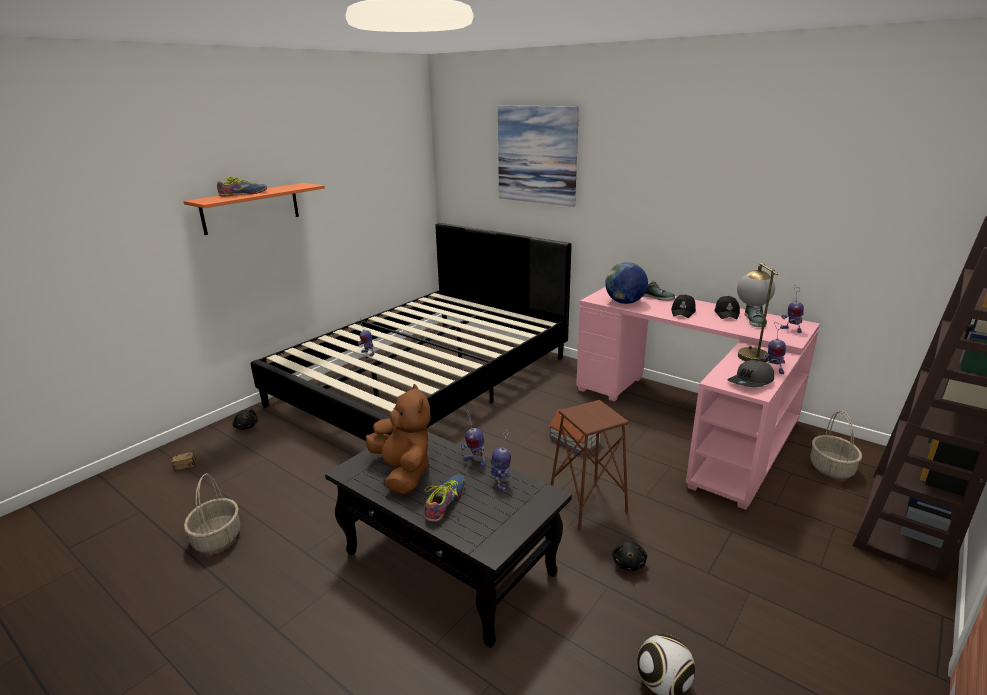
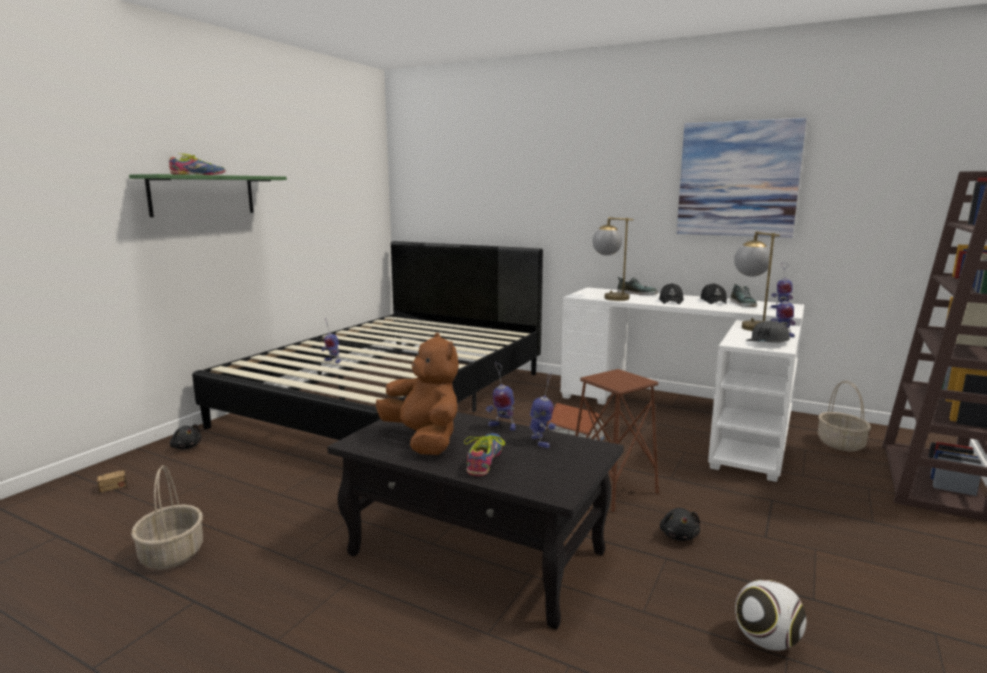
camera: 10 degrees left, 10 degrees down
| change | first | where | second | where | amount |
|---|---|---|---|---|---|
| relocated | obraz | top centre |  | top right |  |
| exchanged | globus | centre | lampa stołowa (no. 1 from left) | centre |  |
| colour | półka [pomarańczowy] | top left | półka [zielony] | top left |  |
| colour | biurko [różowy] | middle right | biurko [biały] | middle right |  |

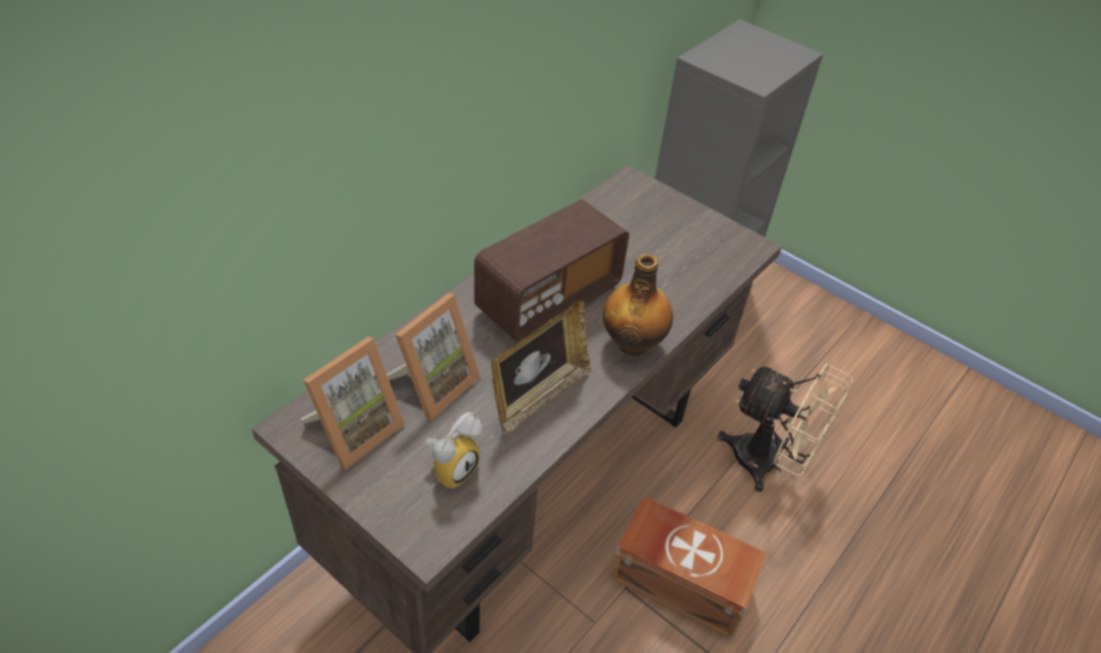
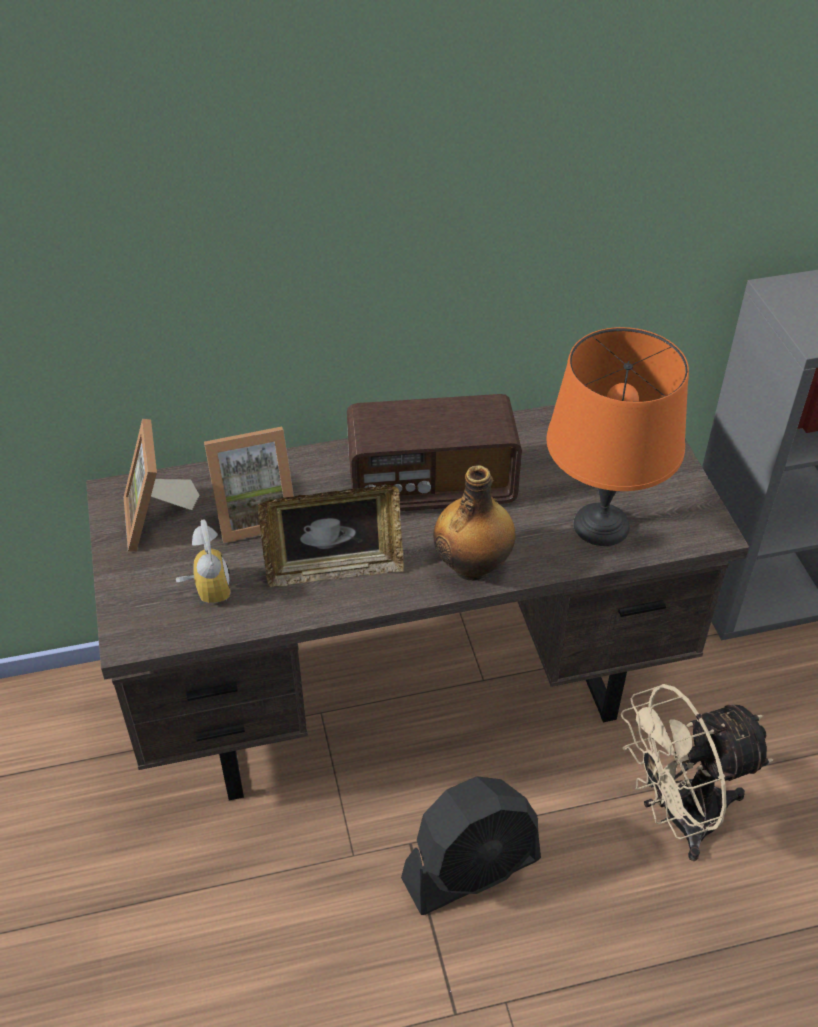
camera: 40 degrees right, 0 degrees up
| change | first | where | second | where | amount |
|---|---|---|---|---|---|
| appeared |  |  | lampa stołowa [pomarańczowy] | middle right |  |
| exchanged | pojemnik do przechowywania [brązowy] | bottom centre | wentylator [czarny] | bottom centre |  |
| spun | ramka na zdjęcie (no. 1 from left) | middle left |  | middle left | 90 degrees clockwise |
| spun | budzik | bottom centre |  | middle left | 90 degrees counterclockwise |
| spun | wentylator [beżowy] | middle right |  | bottom right | 90 degrees clockwise |

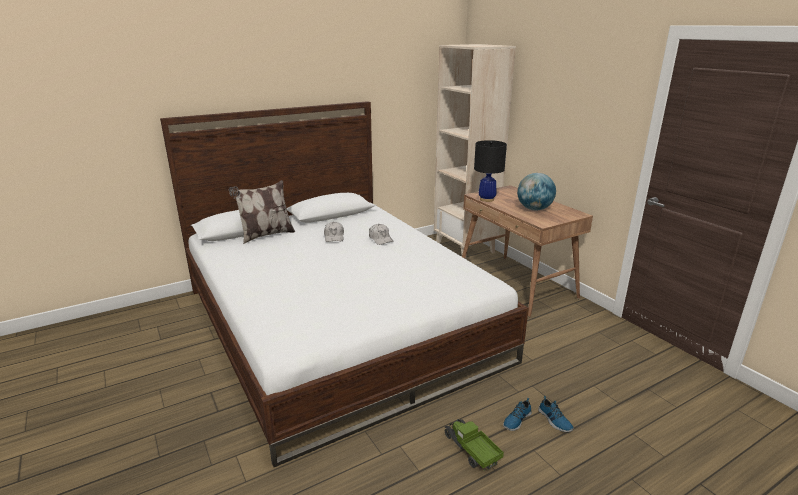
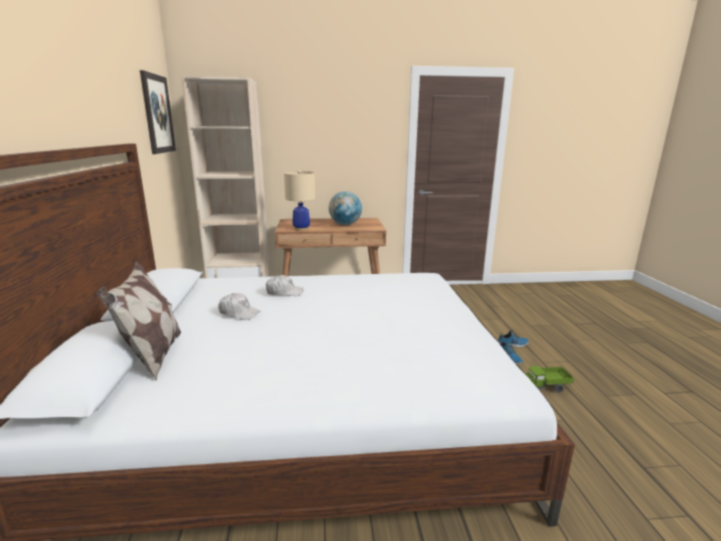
camera: 65 degrees left, 5 degrees down
| change | first | where | second | where | amount |
|---|---|---|---|---|---|
| appeared |  |  | obraz | top left |  |
| colour | lampa stołowa [czarny] | centre | lampa stołowa [beżowy] | centre |  |

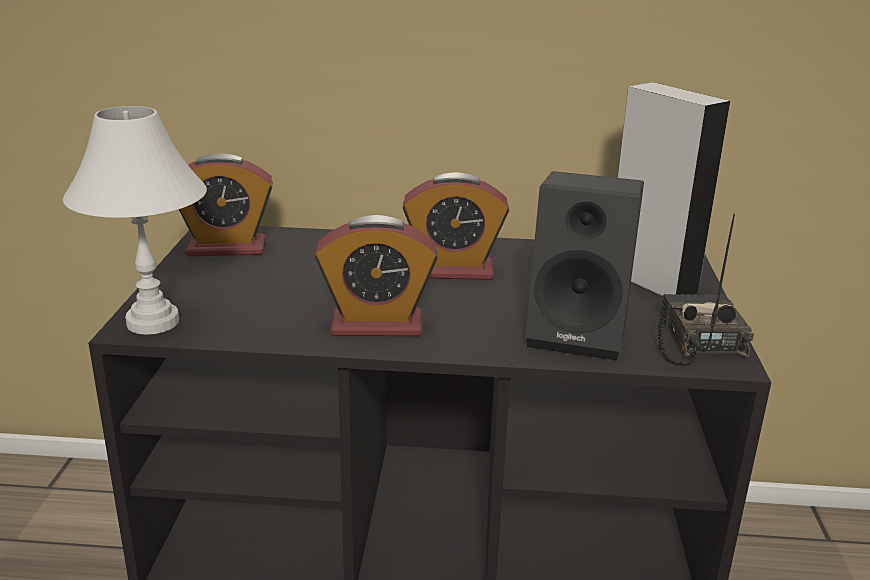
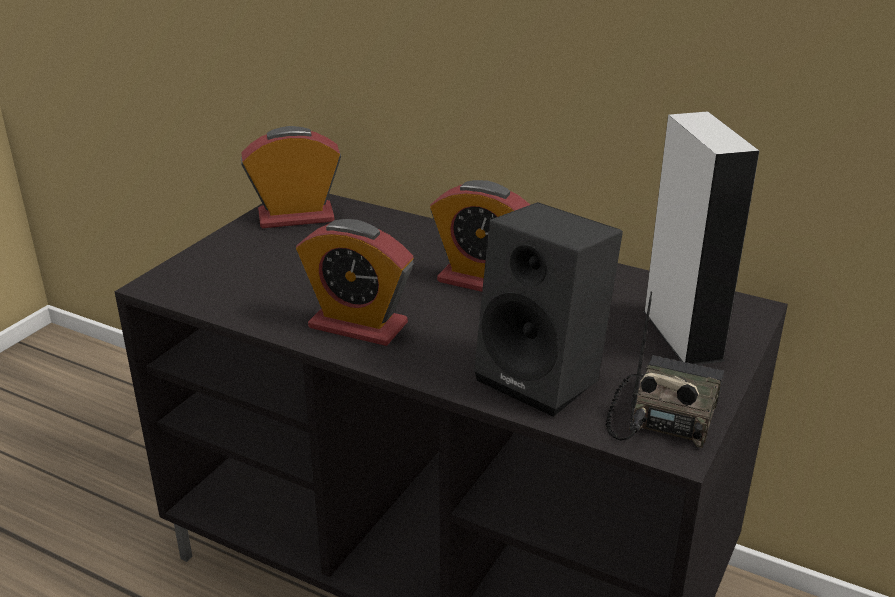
camera: 25 degrees right, 5 degrees up
| change | first | where | second | where | amount |
|---|---|---|---|---|---|
| missing | lampa stołowa [biały] | middle left |  |  |  |
| spun | budzik (no. 1 from left) | middle left |  | top left | 150 degrees clockwise |

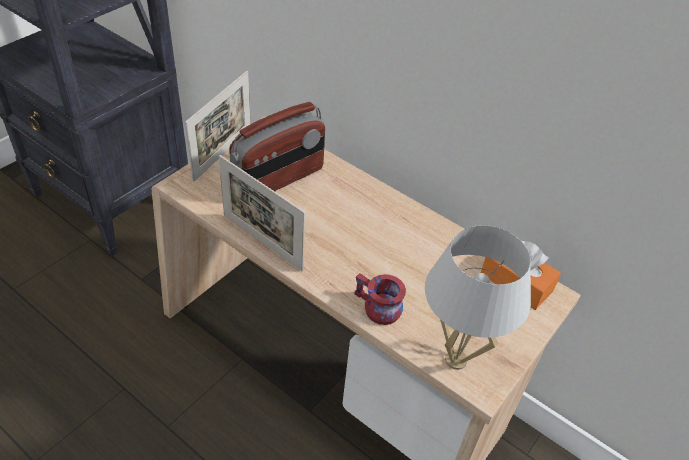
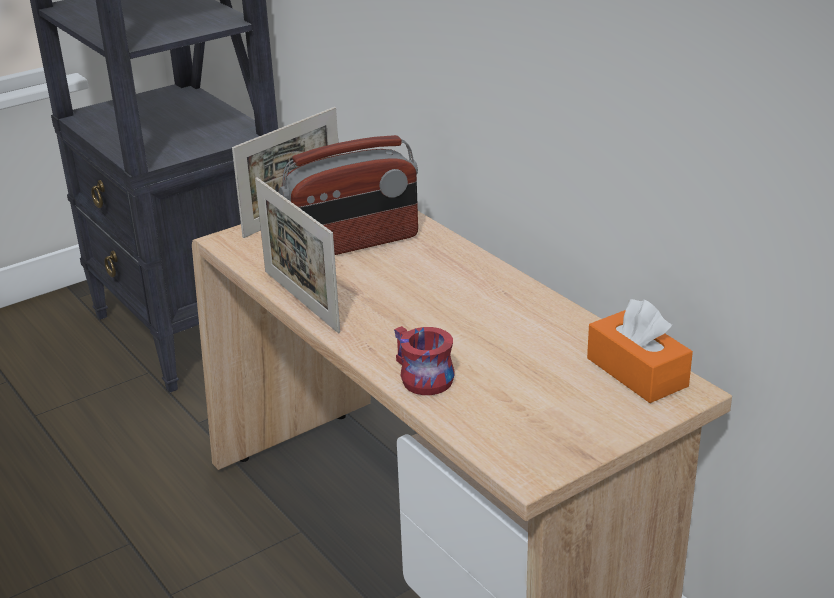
camera: 20 degrees right, 15 degrees down
| change | first | where | second | where | amount |
|---|---|---|---|---|---|
| missing | lampa stołowa [biały] | middle right |  |  |  |

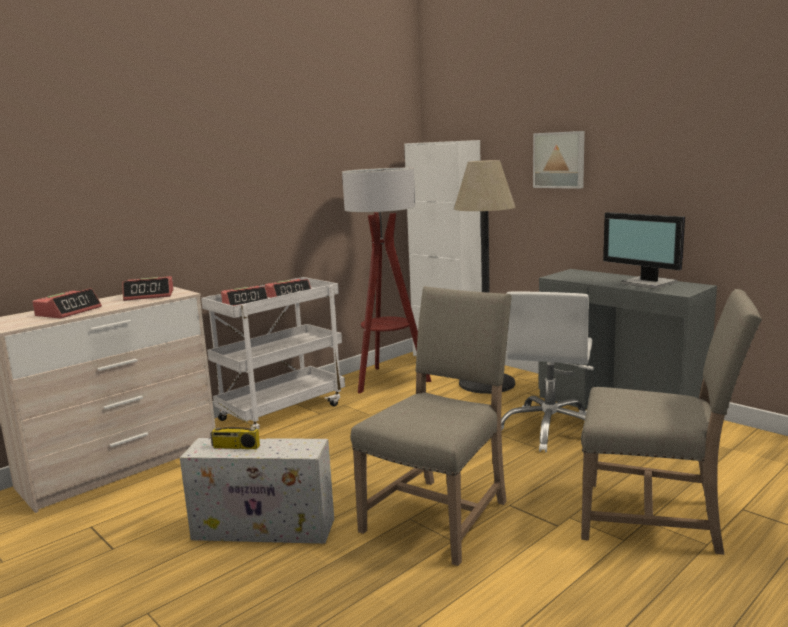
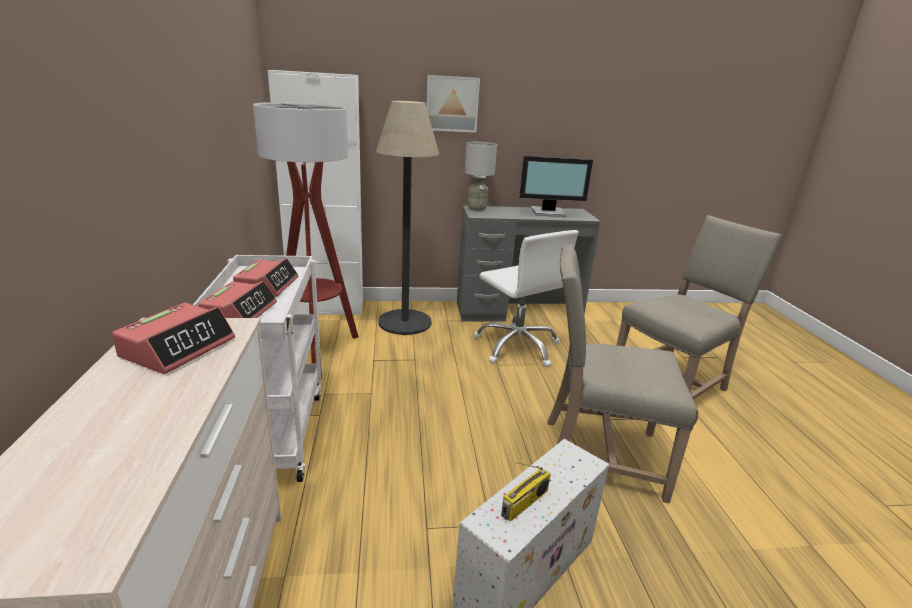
camera: 55 degrees left, 10 degrees up
| change | first | where | second | where | amount |
|---|---|---|---|---|---|
| missing | budzik (no. 1 from left) | middle left |  |  |  |
| appeared |  |  | lampa stołowa [szary] | top centre |  |
| spun | krzesło [beżowy] (no. 1 from left) | bottom centre |  | middle right | 60 degrees counterclockwise |

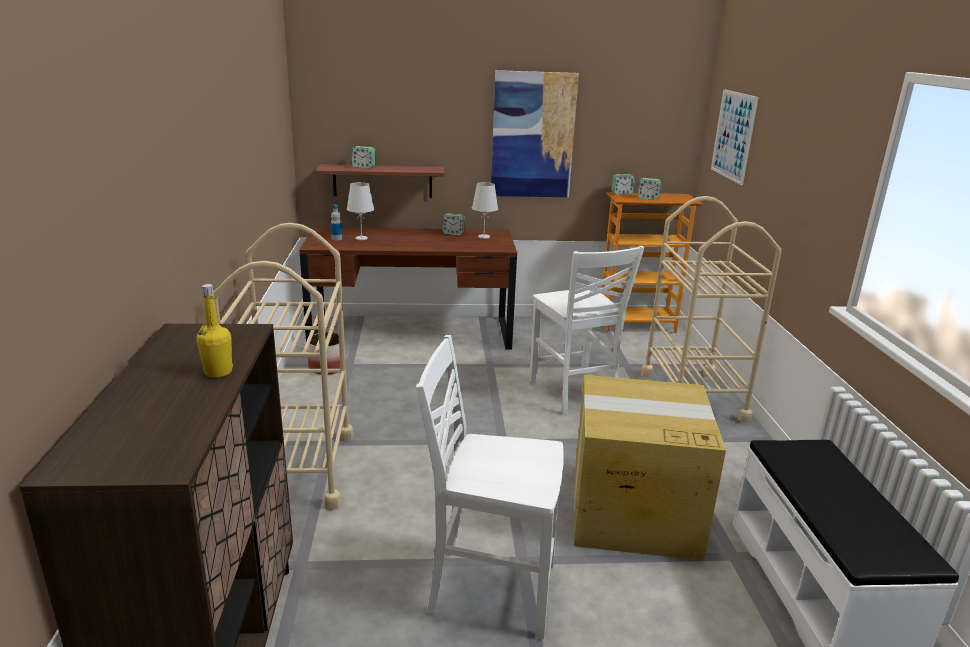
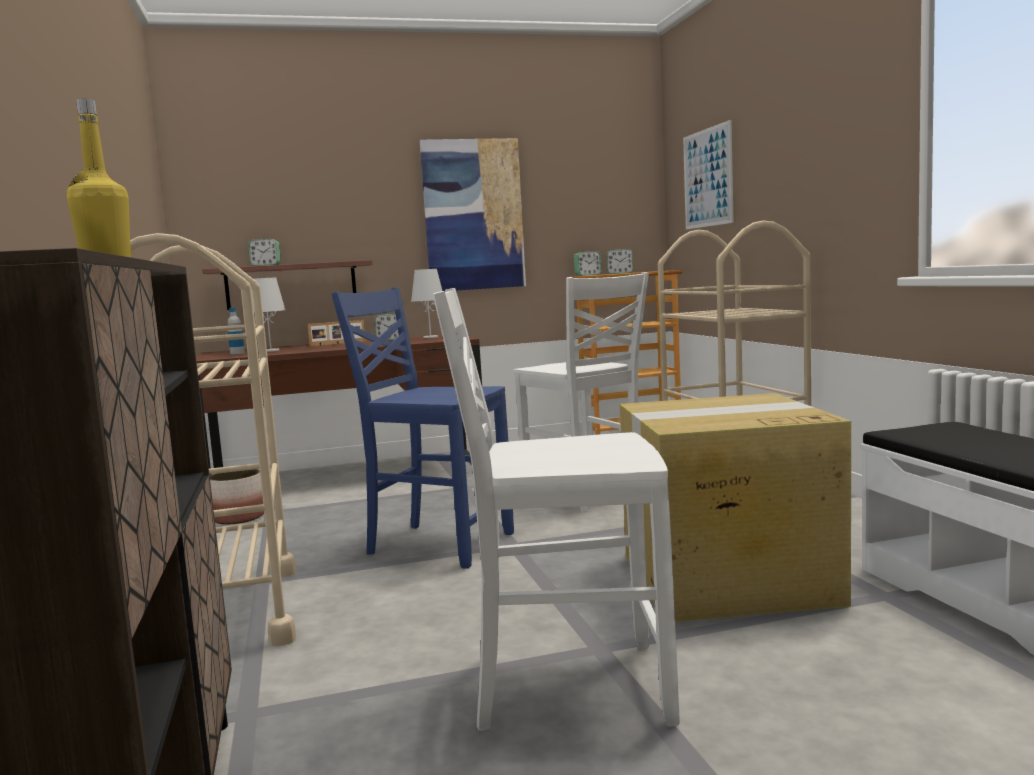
camera: 10 degrees left, 15 degrees down
| change | first | where | second | where | amount |
|---|---|---|---|---|---|
| appeared |  |  | ramka na zdjęcie | middle left |  |
| appeared |  |  | krzesło [niebieski] | centre |  |

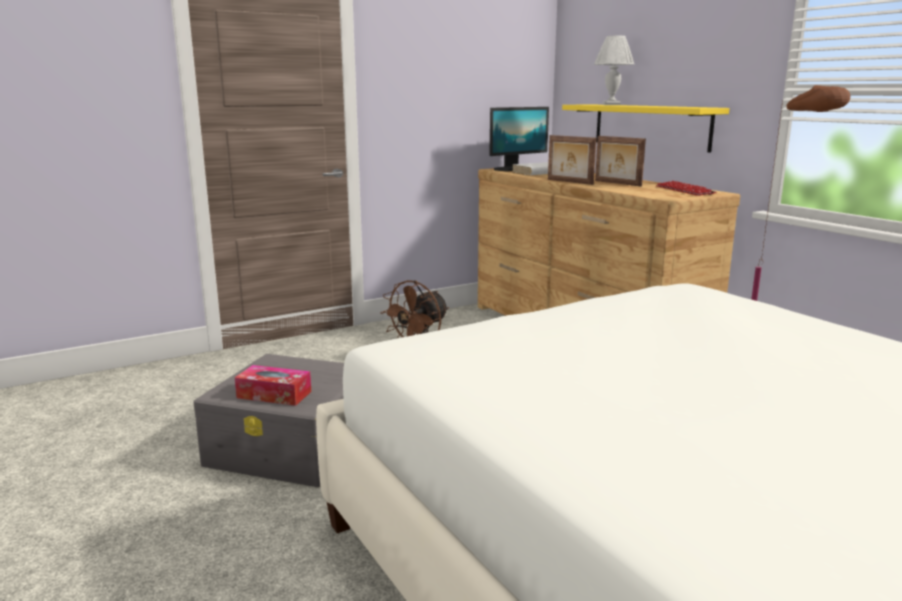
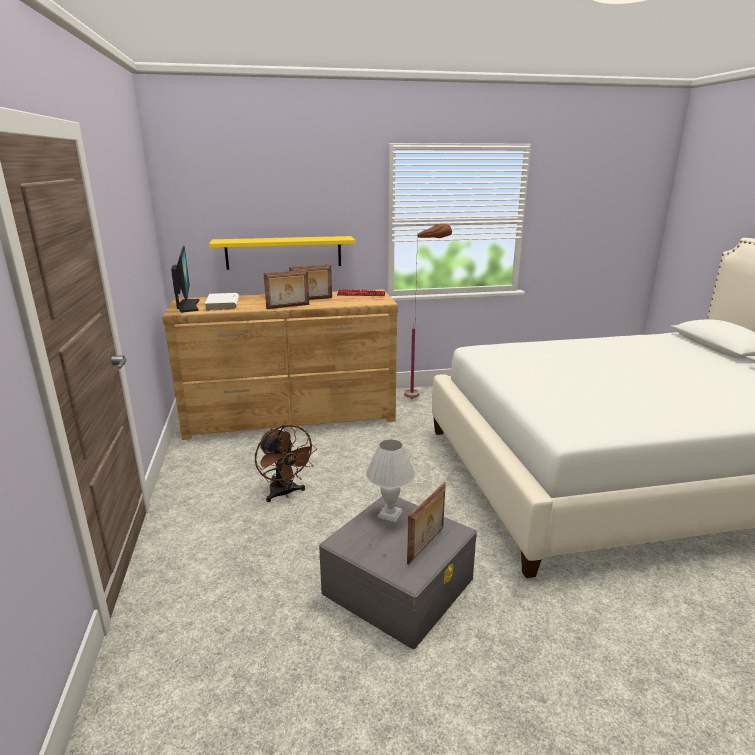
camera: 70 degrees left, 5 degrees up
| change | first | where | second | where | amount |
|---|---|---|---|---|---|
| relocated | lampa stołowa [biały] | top right |  | centre |  |
| exchanged | pudełko chusteczek | middle left | ramka na zdjęcie (no. 3 from left) | bottom centre |  |

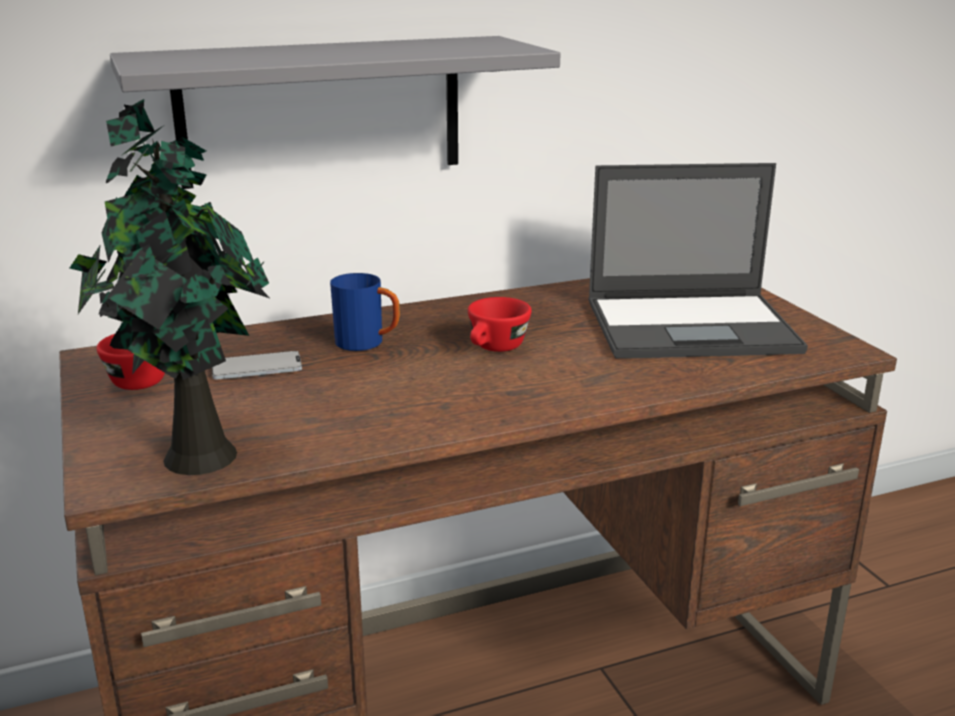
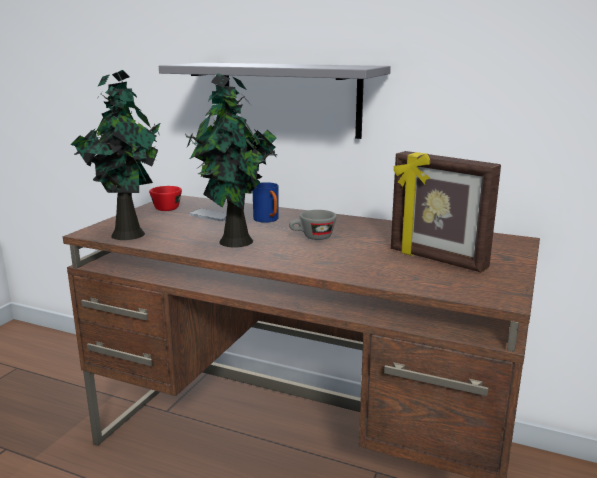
camera: 45 degrees right, 5 degrees down
| change | first | where | second | where | amount |
|---|---|---|---|---|---|
| appeared |  |  | roślina doniczkowa (no. 2 from left) | centre |  |
| exchanged | laptop | middle right | ramka na zdjęcie | middle right |  |
| colour | filiżanka [czerwony] (no. 2 from left) | centre | filiżanka [szary] | centre |  |

